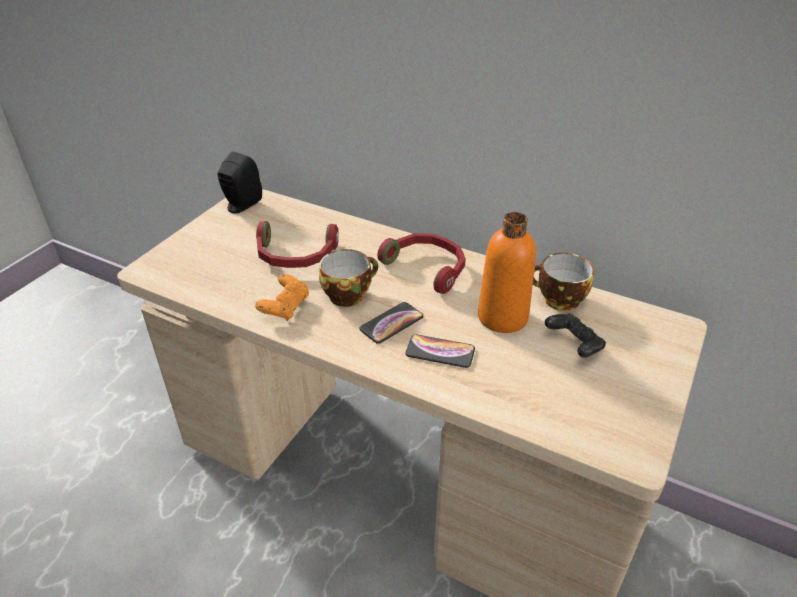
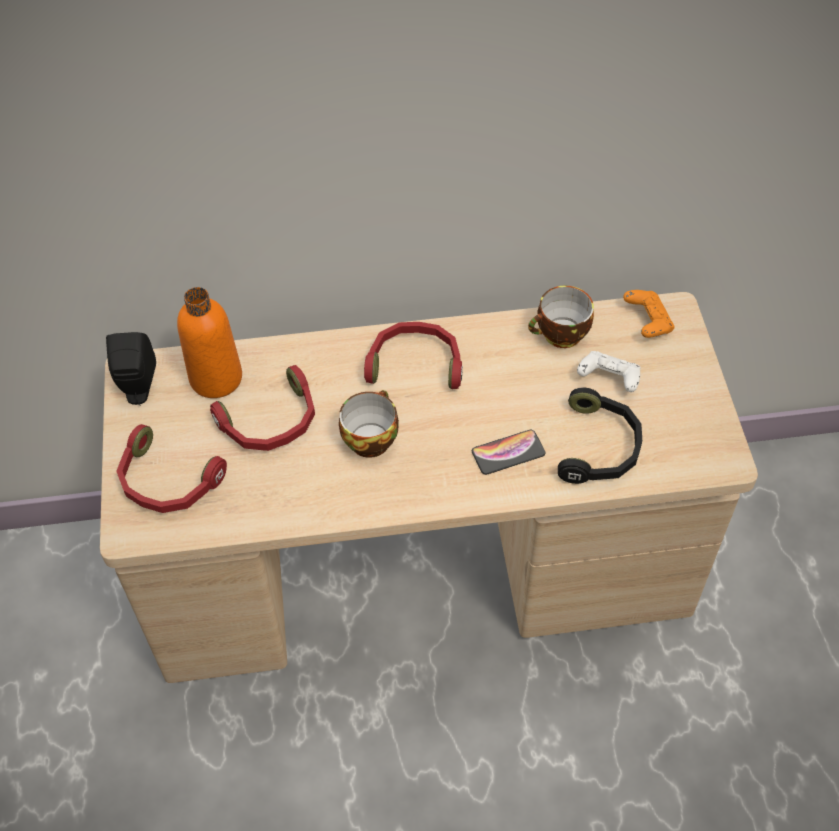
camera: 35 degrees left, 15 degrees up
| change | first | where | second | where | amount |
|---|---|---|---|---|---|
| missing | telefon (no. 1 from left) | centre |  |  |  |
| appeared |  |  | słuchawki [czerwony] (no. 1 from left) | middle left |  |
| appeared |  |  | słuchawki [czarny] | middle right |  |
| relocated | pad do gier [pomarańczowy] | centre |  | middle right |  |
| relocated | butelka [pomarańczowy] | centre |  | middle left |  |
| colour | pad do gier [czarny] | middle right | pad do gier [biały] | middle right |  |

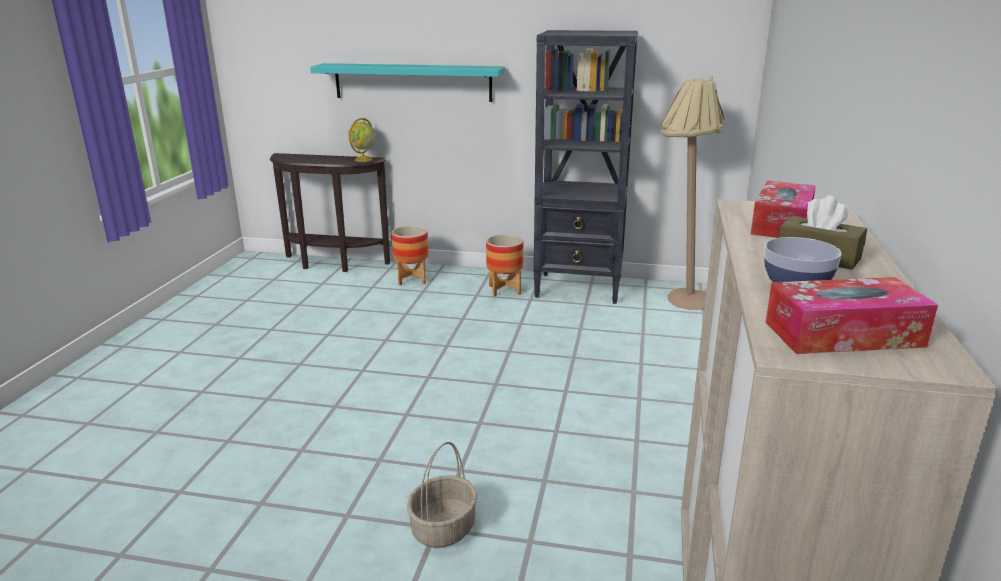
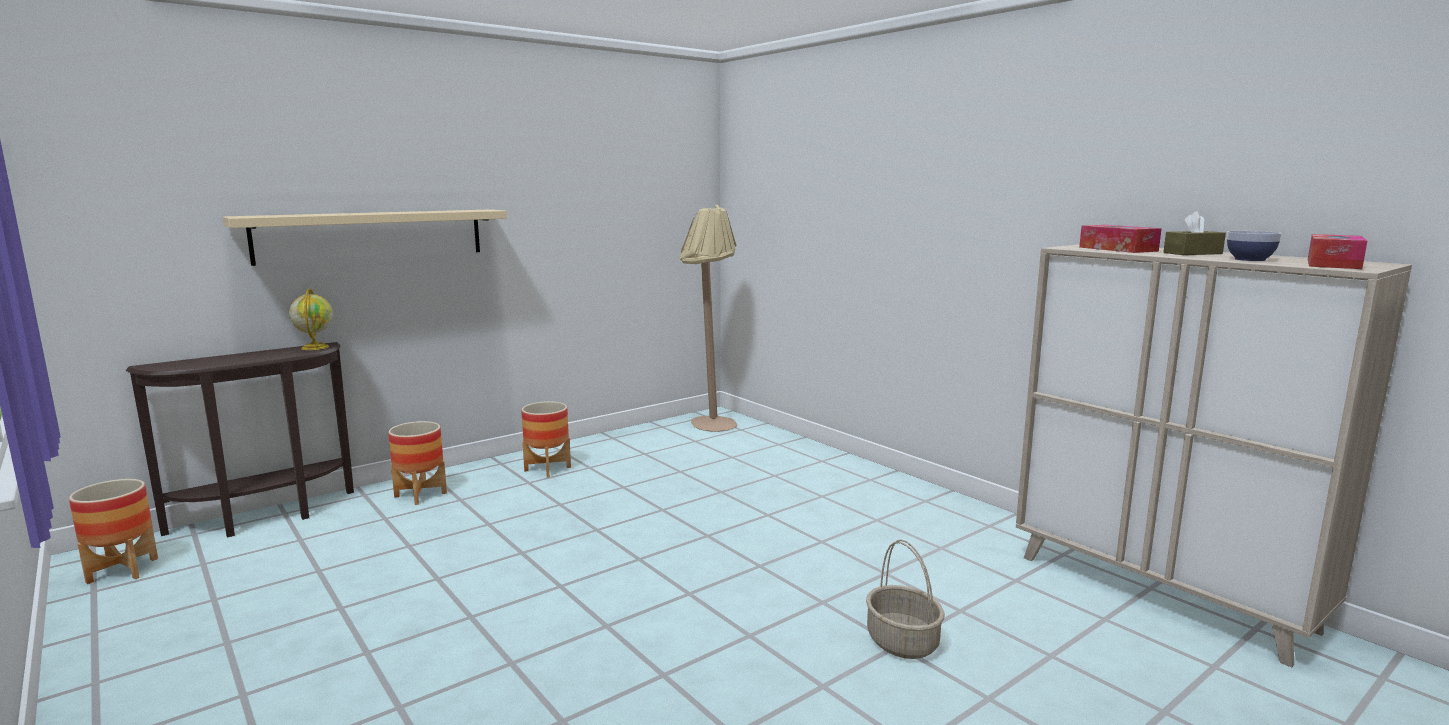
camera: 50 degrees left, 10 degrees down
| change | first | where | second | where | amount |
|---|---|---|---|---|---|
| missing | regał [czarny] | top centre |  |  |  |
| appeared |  |  | donica (no. 1 from left) | bottom left |  |
| colour | półka [turkusowy] | top centre | półka [beżowy] | top left |  |

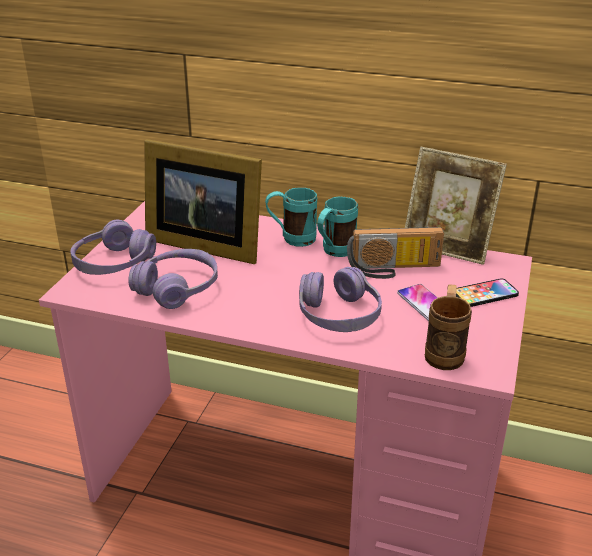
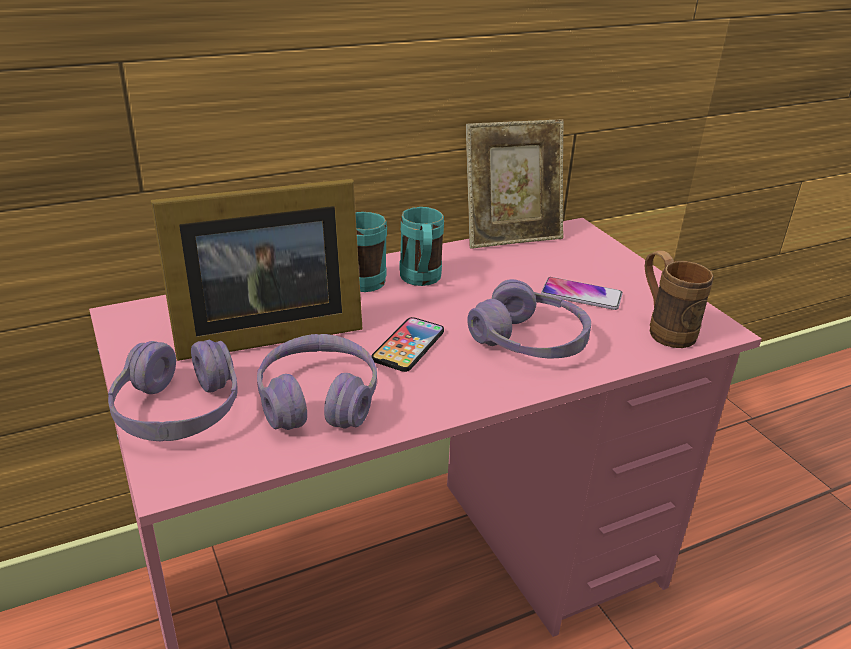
camera: 45 degrees left, 0 degrees up
| change | first | where | second | where | amount |
|---|---|---|---|---|---|
| missing | radio | middle right |  |  |  |
| relocated | telefon (no. 2 from left in the first image) | middle right | telefon (no. 1 from left) | centre |  |

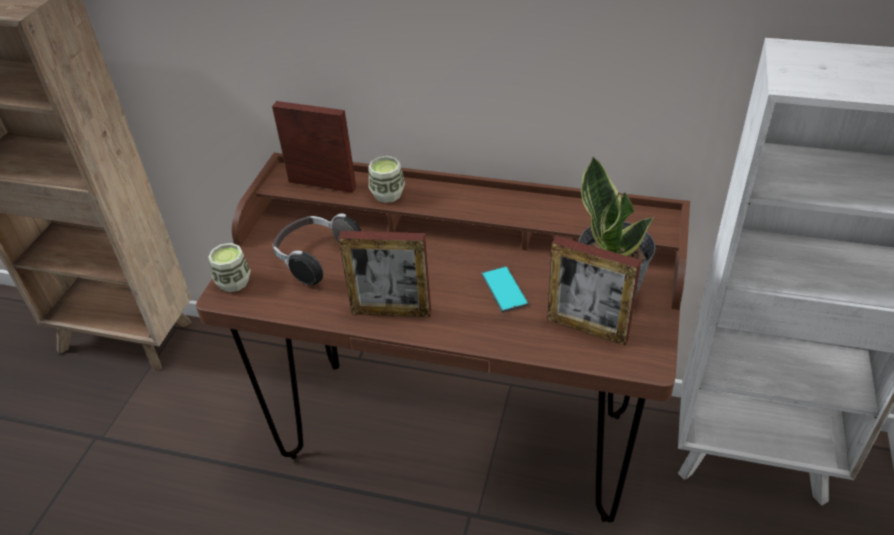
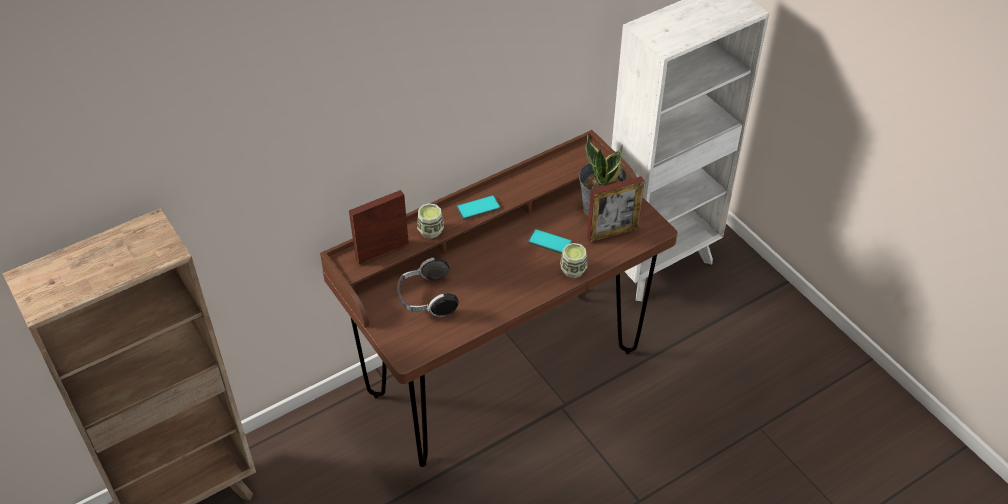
camera: 50 degrees left, 5 degrees up
| change | first | where | second | where | amount |
|---|---|---|---|---|---|
| missing | ramka na zdjęcie (no. 2 from left) | centre |  |  |  |
| appeared |  |  | telefon (no. 1 from left) | centre |  |
| relocated | filiżanka (no. 1 from left in the first image) | middle left | filiżanka (no. 2 from left) | centre |  |

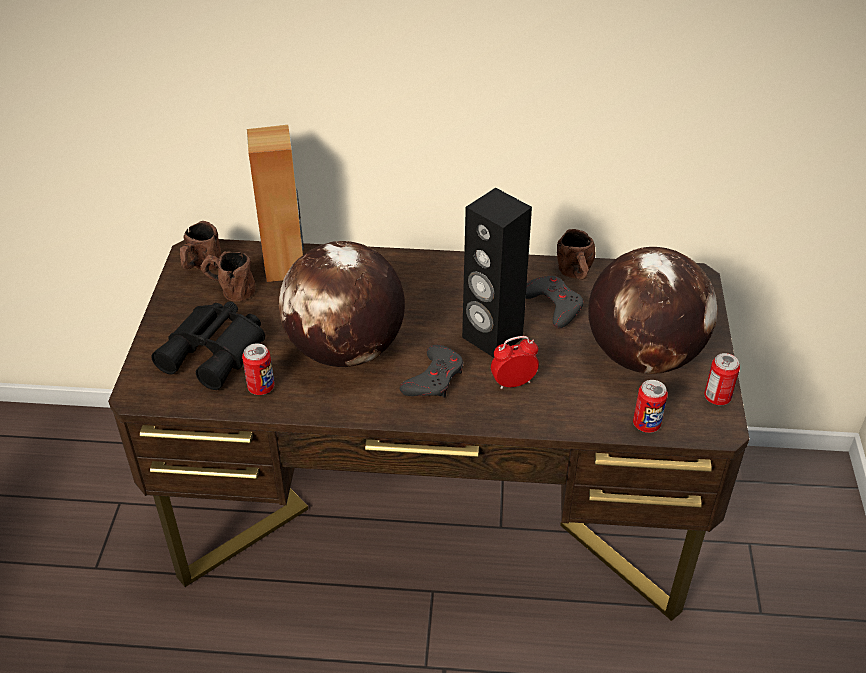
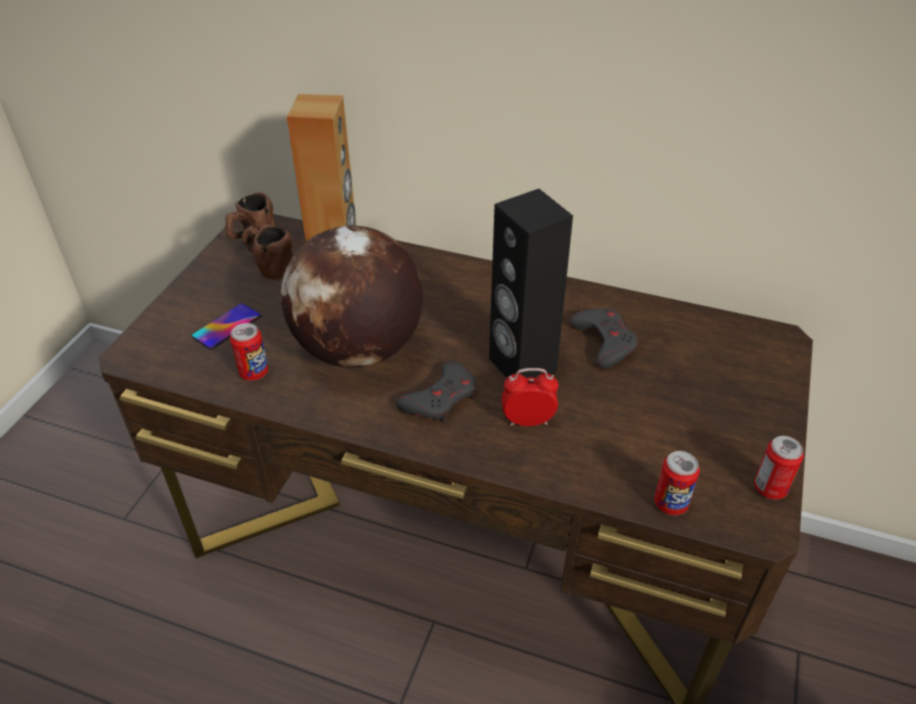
camera: 15 degrees right, 0 degrees up
| change | first | where | second | where | amount |
|---|---|---|---|---|---|
| missing | kubek [brązowy] (no. 3 from left) | centre |  |  |  |
| missing | globus (no. 2 from left) | middle right |  |  |  |
| exchanged | lornetka [czarny] | middle left | telefon | middle left |  |

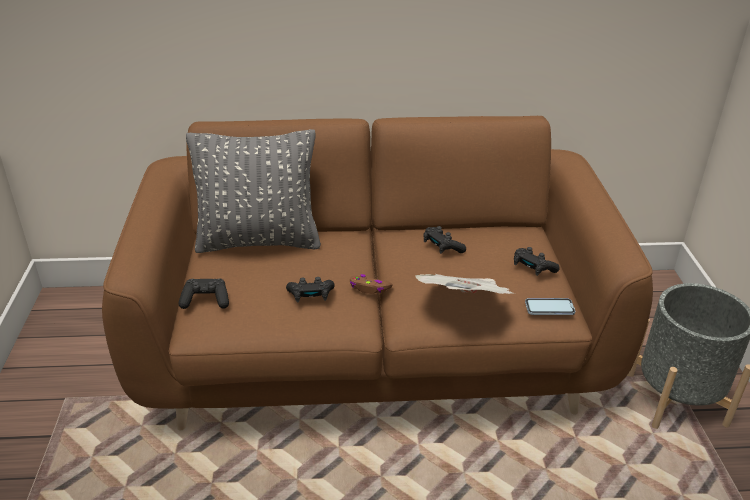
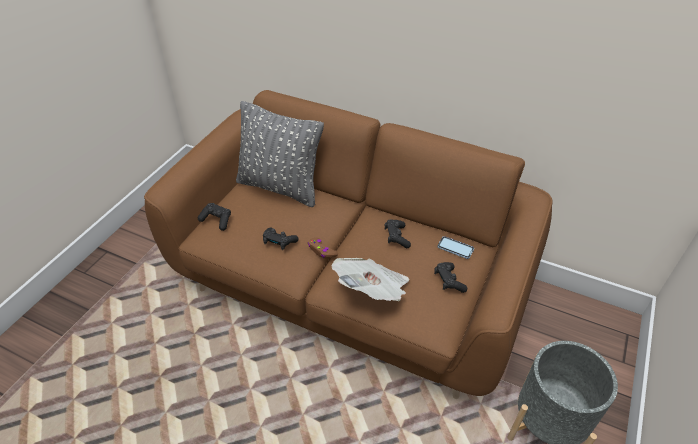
camera: 30 degrees right, 10 degrees up
| change | first | where | second | where | amount |
|---|---|---|---|---|---|
| relocated | telefon | middle right |  | centre |  |

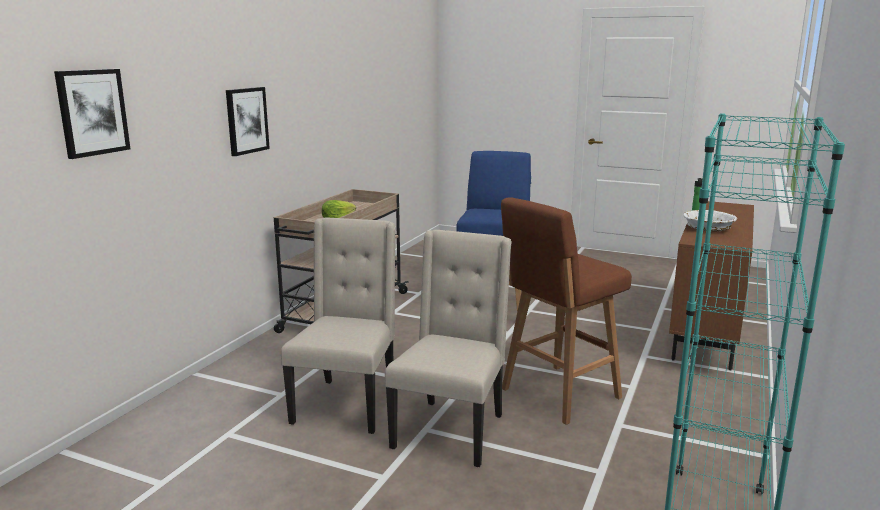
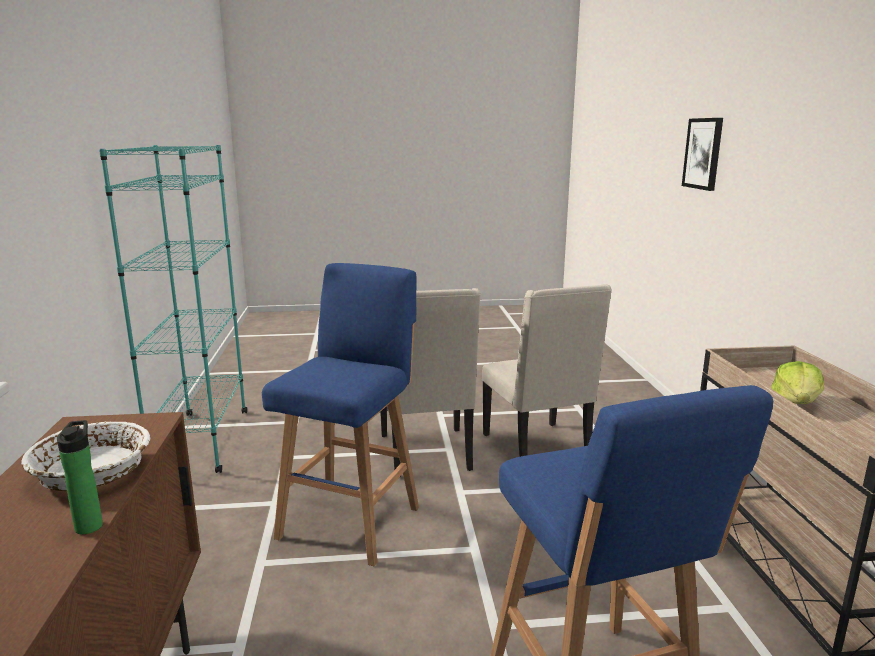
camera: 150 degrees right, 0 degrees up
| change | first | where | second | where | amount |
|---|---|---|---|---|---|
| missing | obraz (no. 2 from left) | top left |  |  |  |
| colour | stołek [brązowy] | centre | stołek [niebieski] (no. 1 from left) | centre |  |

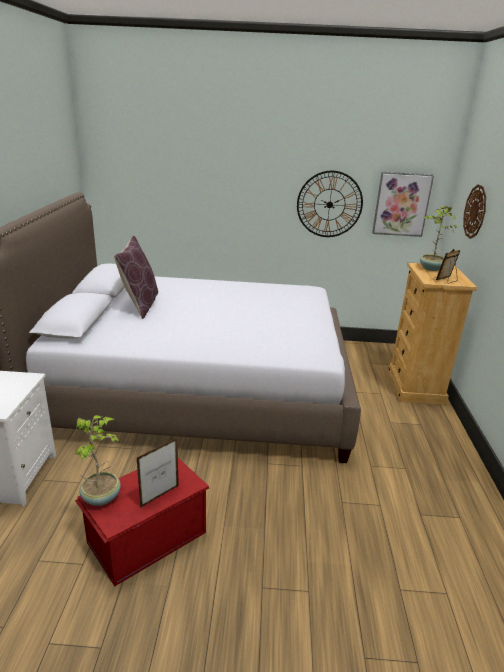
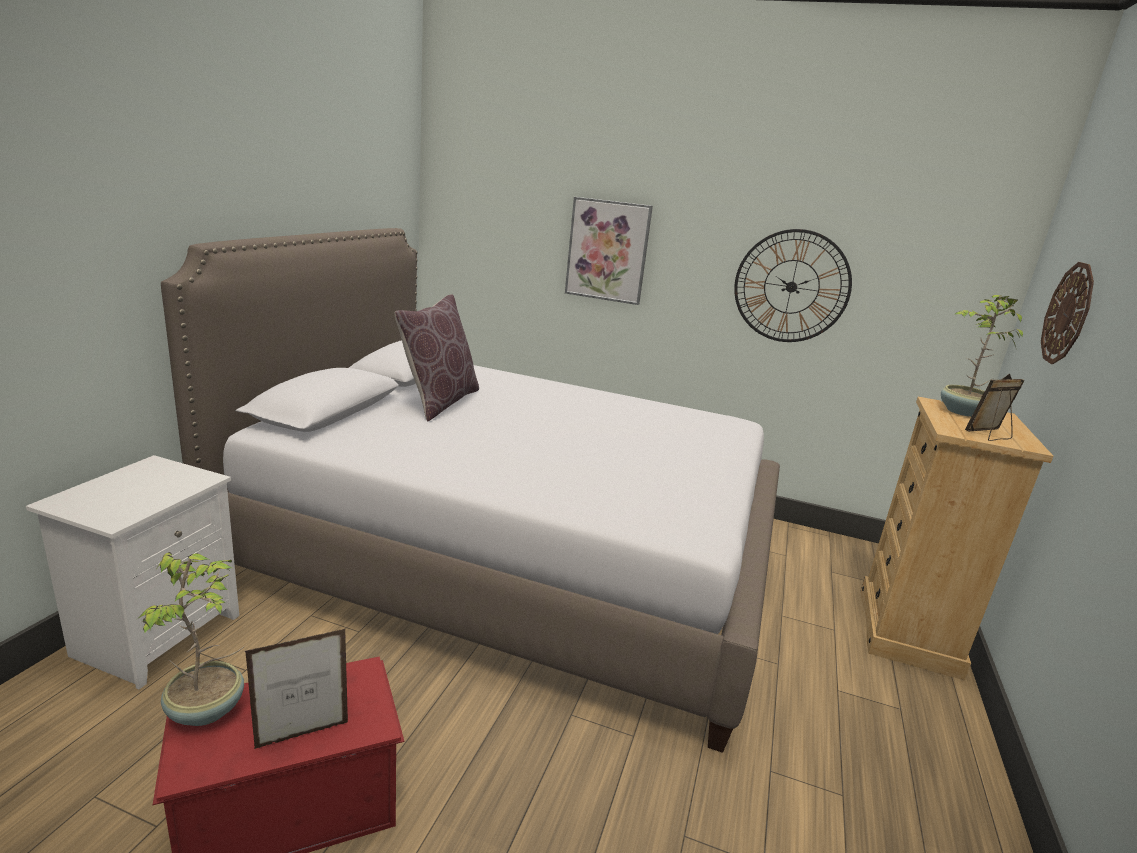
camera: 15 degrees right, 5 degrees down
| change | first | where | second | where | amount |
|---|---|---|---|---|---|
| relocated | obraz | top right |  | top centre |  |

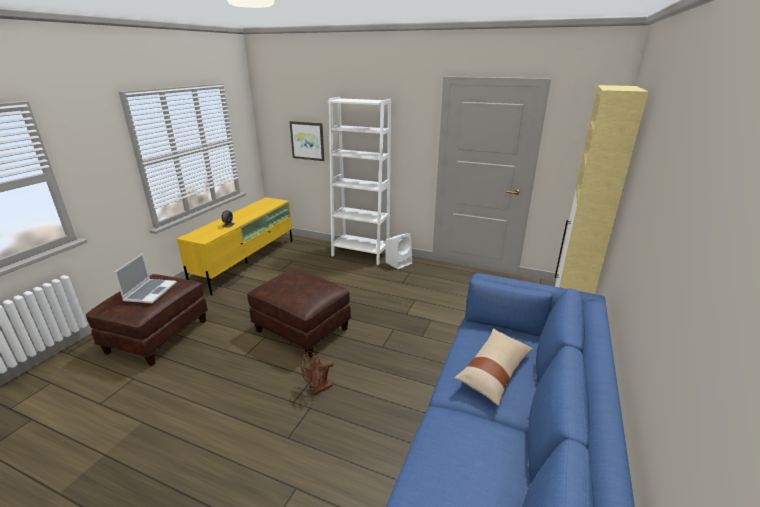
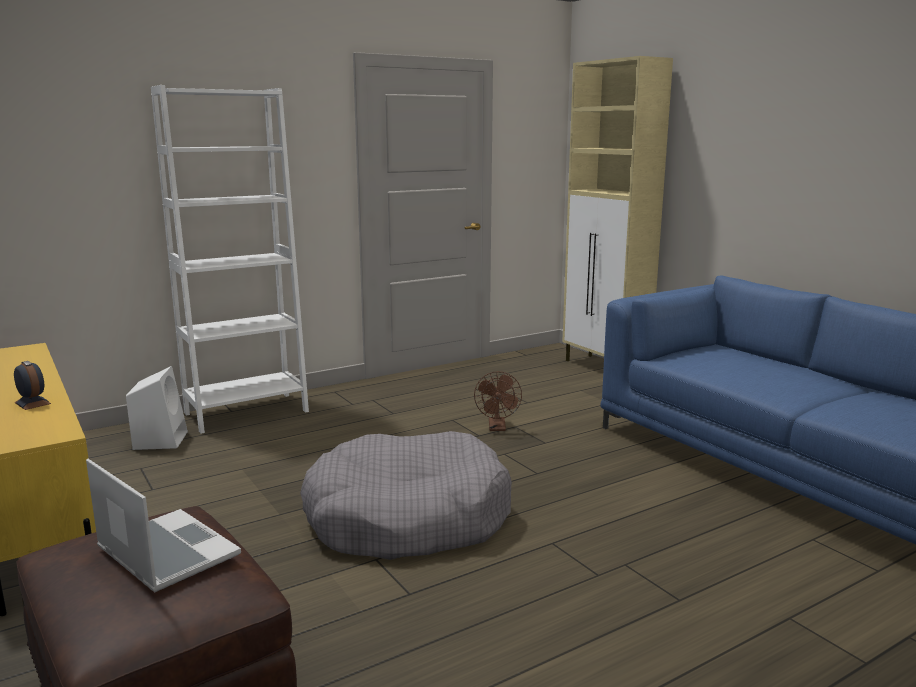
camera: 55 degrees left, 10 degrees down
| change | first | where | second | where | amount |
|---|---|---|---|---|---|
| missing | obraz | top centre |  |  |  |
| missing | poduszka [beżowy] | bottom centre |  |  |  |
| relocated | wentylator [brązowy] | bottom centre |  | centre |  |
| relocated | głośnik [biały] | centre |  | middle left |  |
| exchanged | pufa [brązowy] (no. 2 from left) | centre | legowisko [szary] | bottom centre |  |

